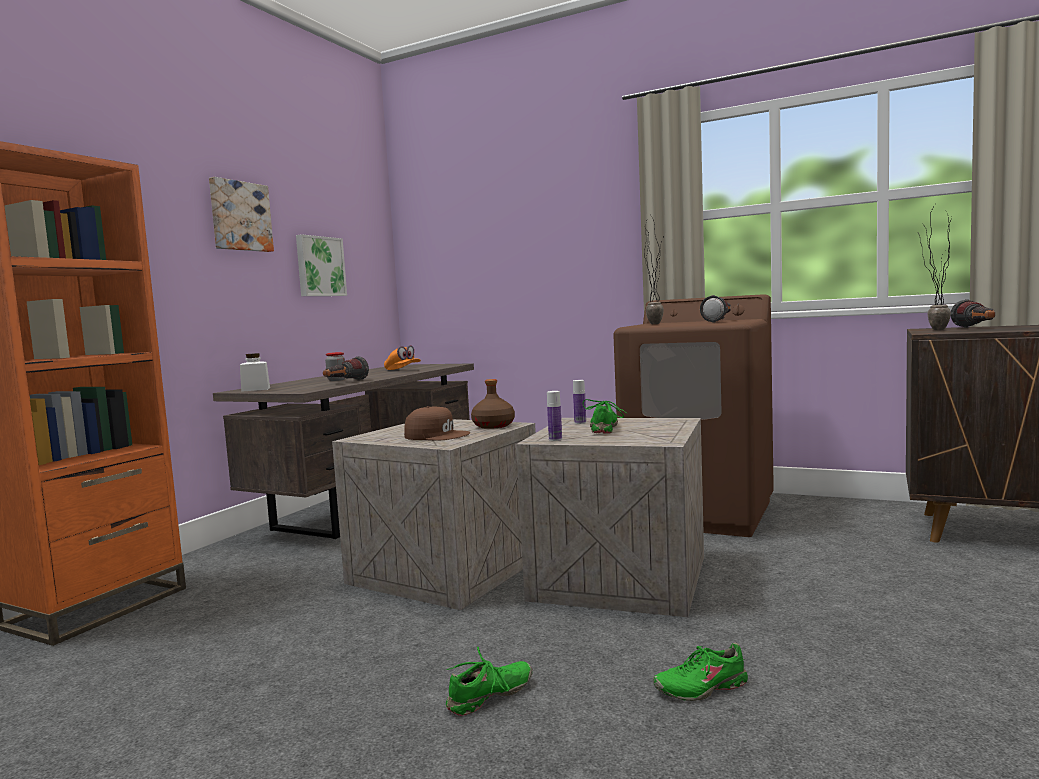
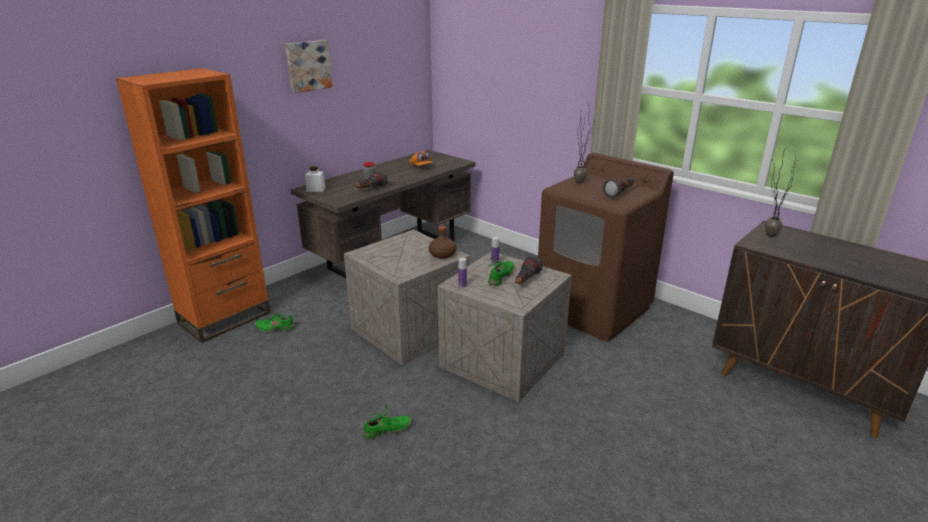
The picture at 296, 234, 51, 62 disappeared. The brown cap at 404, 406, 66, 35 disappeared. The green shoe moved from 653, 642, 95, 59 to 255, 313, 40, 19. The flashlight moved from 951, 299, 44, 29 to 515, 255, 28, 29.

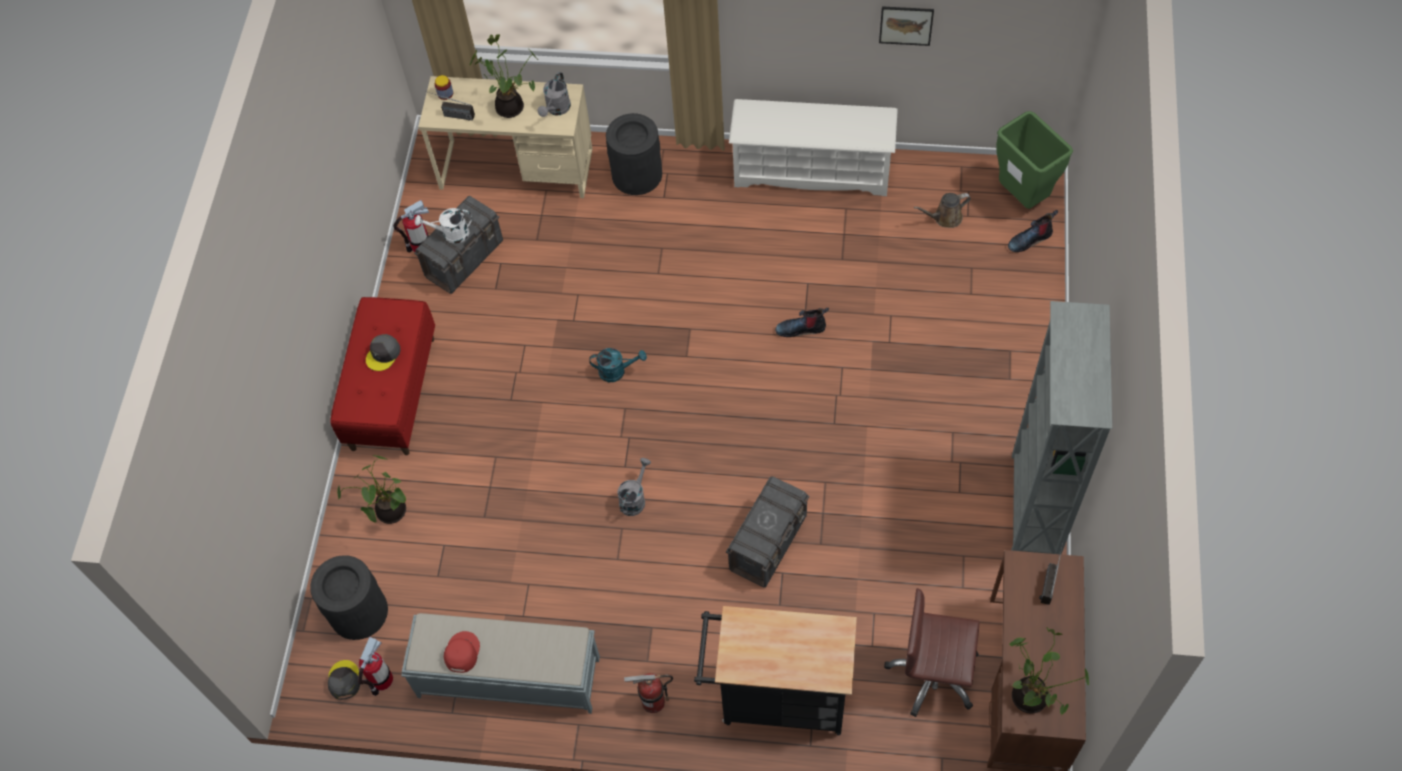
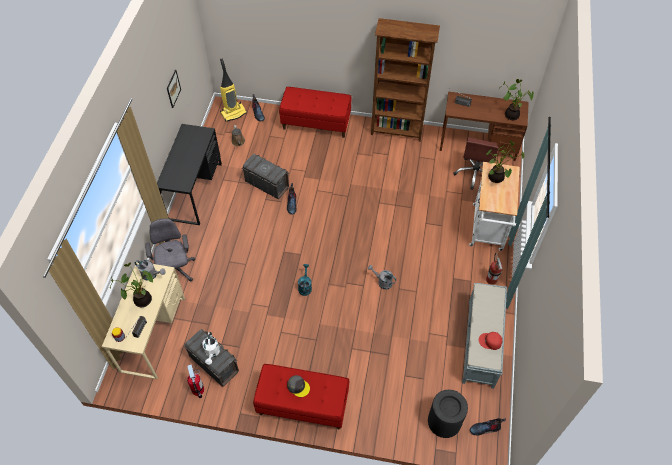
The fire extinguisher at 358, 637, 35, 59 disappeared. The red bench at 279, 87, 73, 51 appeared. The potted plant moved from 337, 455, 69, 69 to 486, 140, 39, 43. The grey storage box moved from 726, 476, 84, 112 to 242, 154, 47, 45. The grey cap at 328, 660, 32, 40 was replaced by the boot at 470, 418, 36, 17. The black trash can at 606, 113, 56, 82 was replaced by the grey office chair at 145, 218, 50, 63. The white shoe rack at 729, 99, 169, 97 was replaced by the black desk at 157, 124, 65, 101. The green trash can at 996, 111, 77, 98 was replaced by the vacuum cleaner at 220, 59, 27, 62. The black cart at 694, 606, 163, 129 became the white cart at 469, 162, 51, 89. The grey bookcase at 1011, 301, 101, 253 became the brown bookcase at 371, 18, 69, 124.

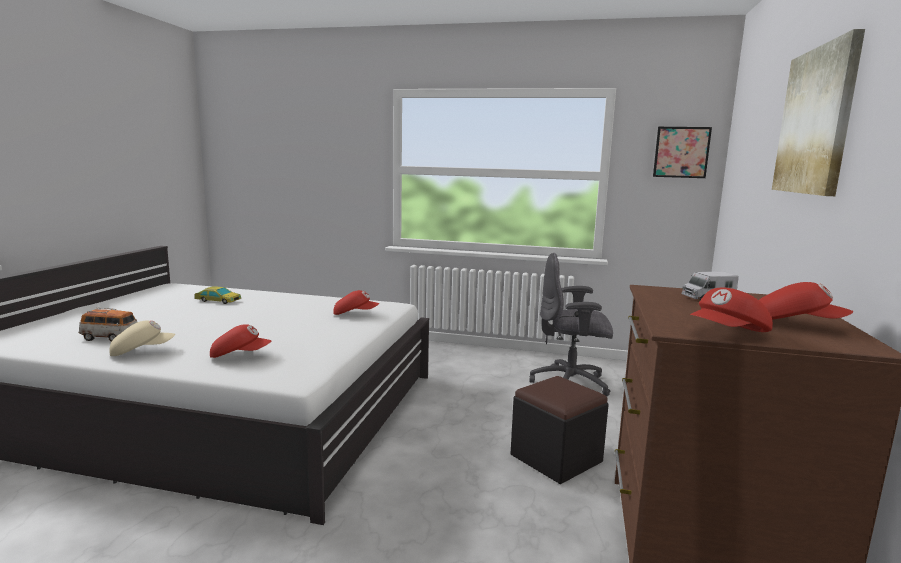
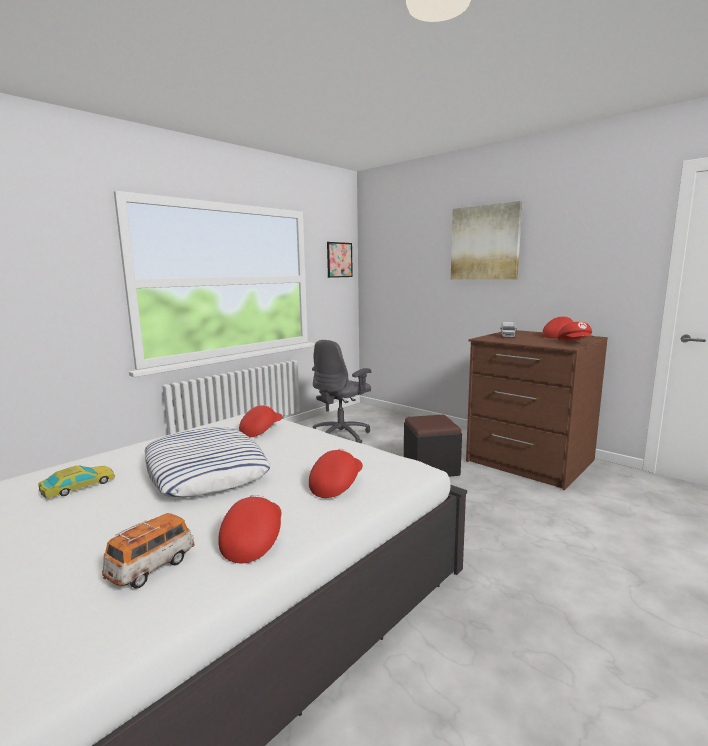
The pillow at 144, 427, 127, 70 appeared. The beige cap at 109, 321, 66, 35 became the red cap at 218, 495, 64, 68.

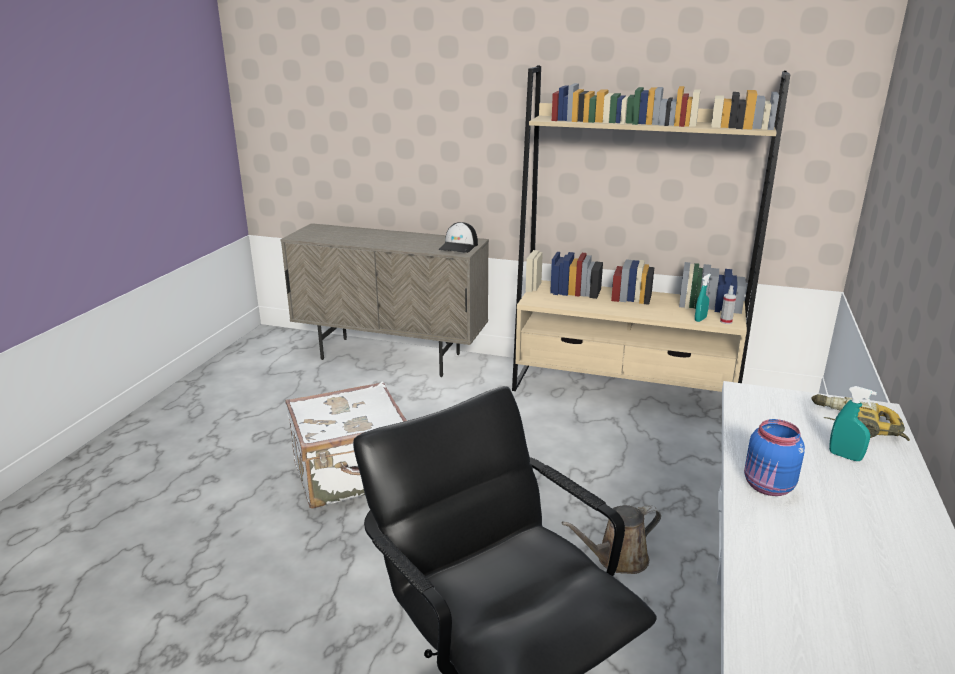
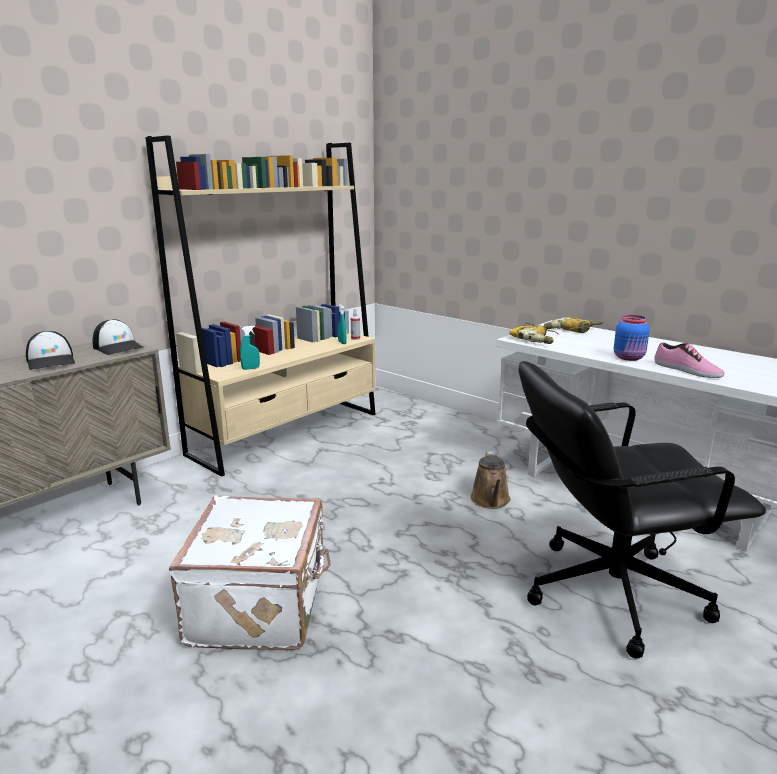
The cap at 26, 331, 49, 39 appeared. The power drill at 509, 323, 51, 21 appeared. The shoe at 654, 342, 71, 36 appeared. The turquoise spray bottle moved from 829, 386, 48, 75 to 240, 326, 20, 44.

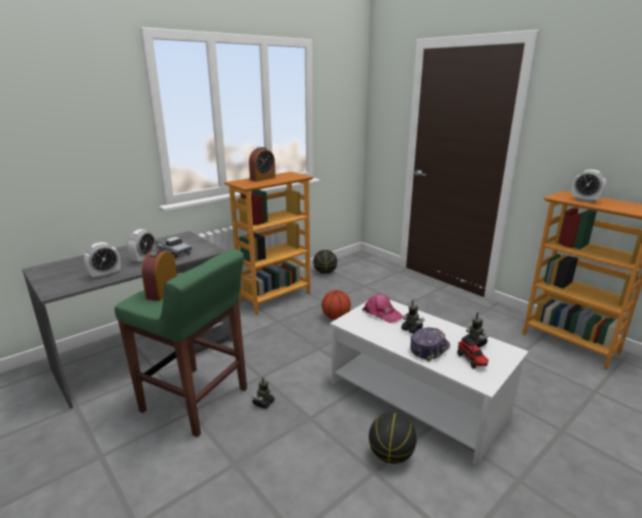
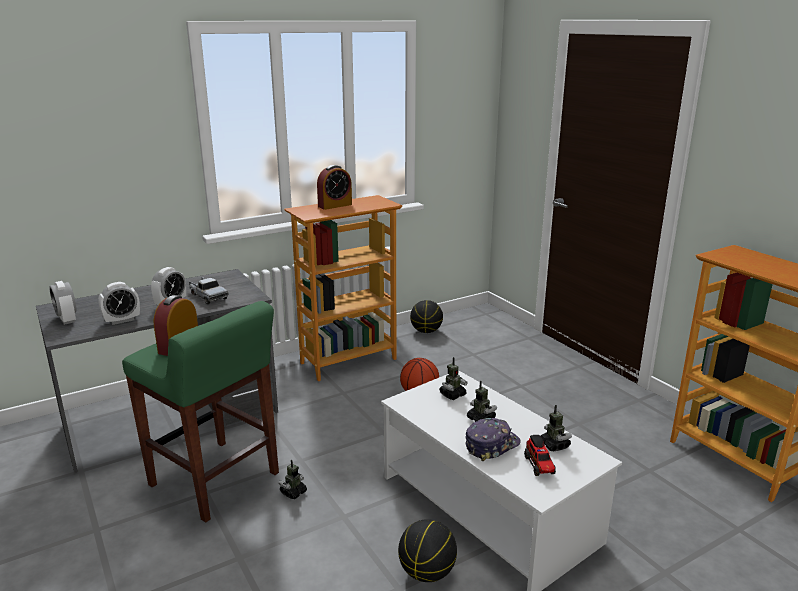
The alarm clock moved from 571, 169, 35, 34 to 50, 281, 27, 44. The pink cap at 362, 294, 42, 29 was replaced by the toy robot at 439, 357, 29, 43.

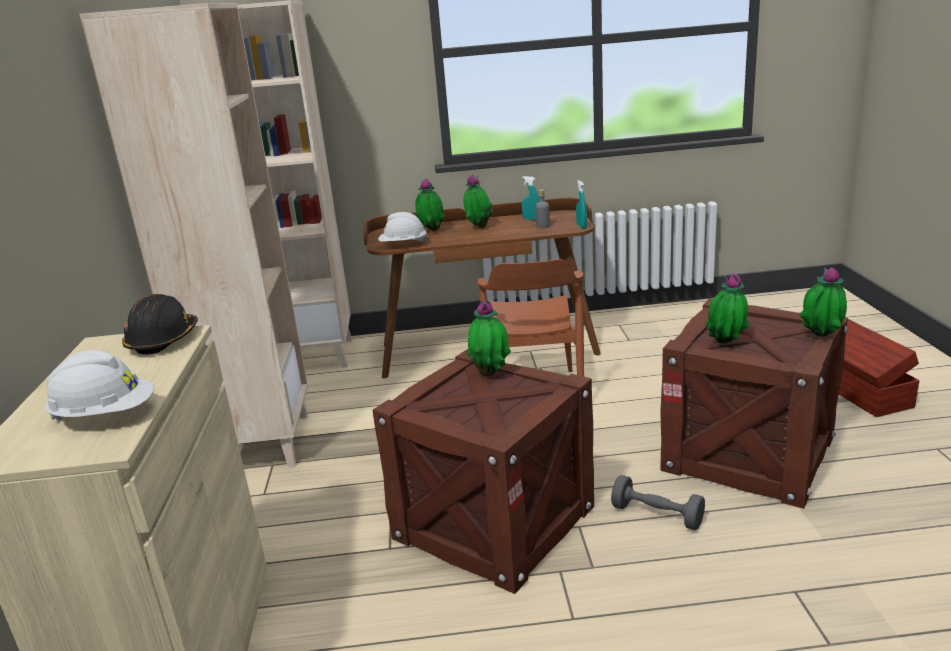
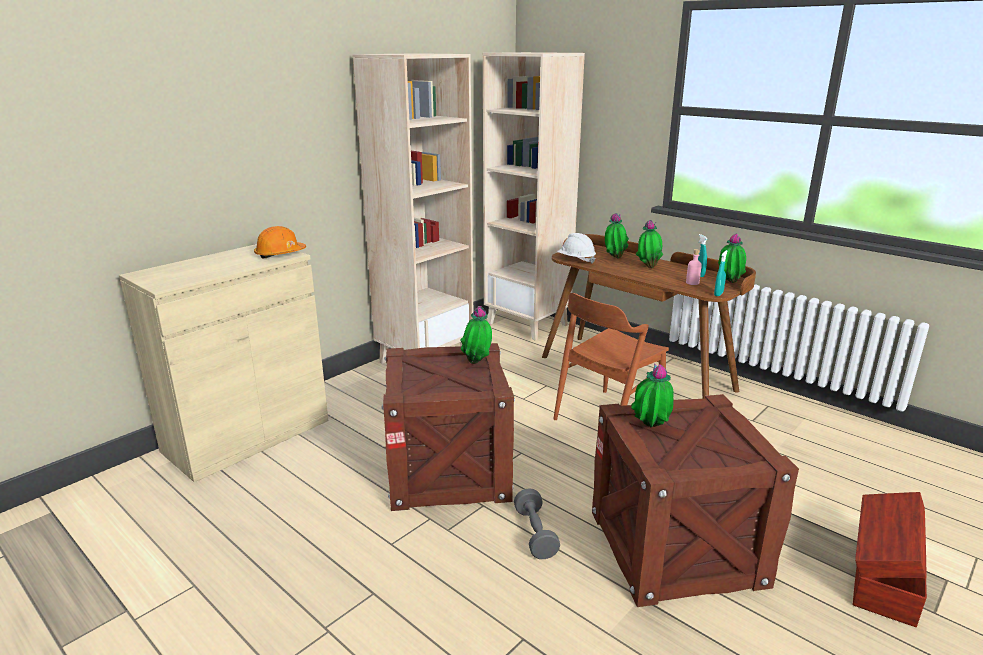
The white hard hat at 45, 350, 109, 71 disappeared. The potted plant moved from 799, 267, 48, 70 to 718, 233, 28, 50. The black hard hat at 122, 294, 76, 61 became the orange hard hat at 254, 226, 52, 33. The grey bottle at 535, 190, 15, 38 became the pink bottle at 686, 249, 16, 36.

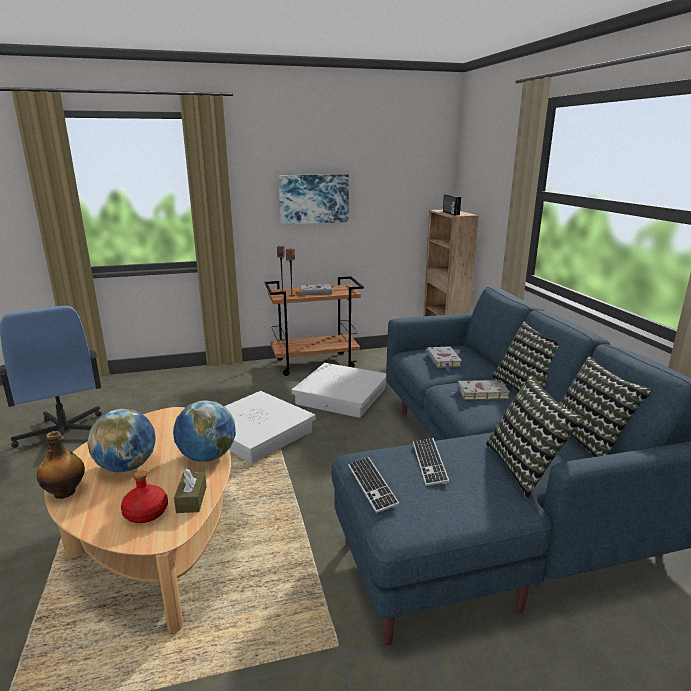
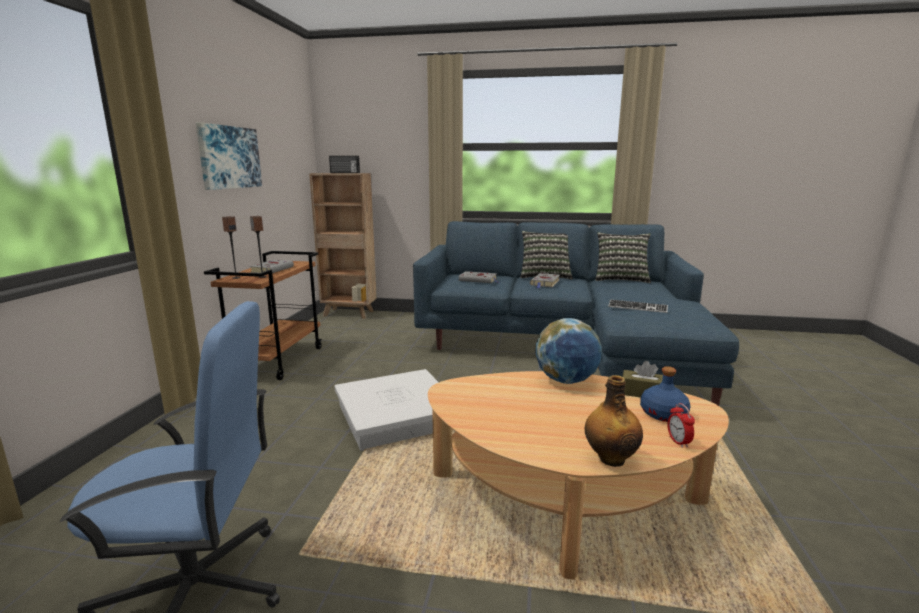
The globe at 87, 409, 69, 63 disappeared. The white storage box at 292, 363, 94, 55 disappeared. The keyboard at 348, 457, 51, 56 disappeared. The pillow at 486, 376, 98, 122 disappeared. The alarm clock at 667, 403, 28, 45 appeared. The red bottle at 121, 470, 47, 53 became the blue bottle at 640, 366, 51, 56.

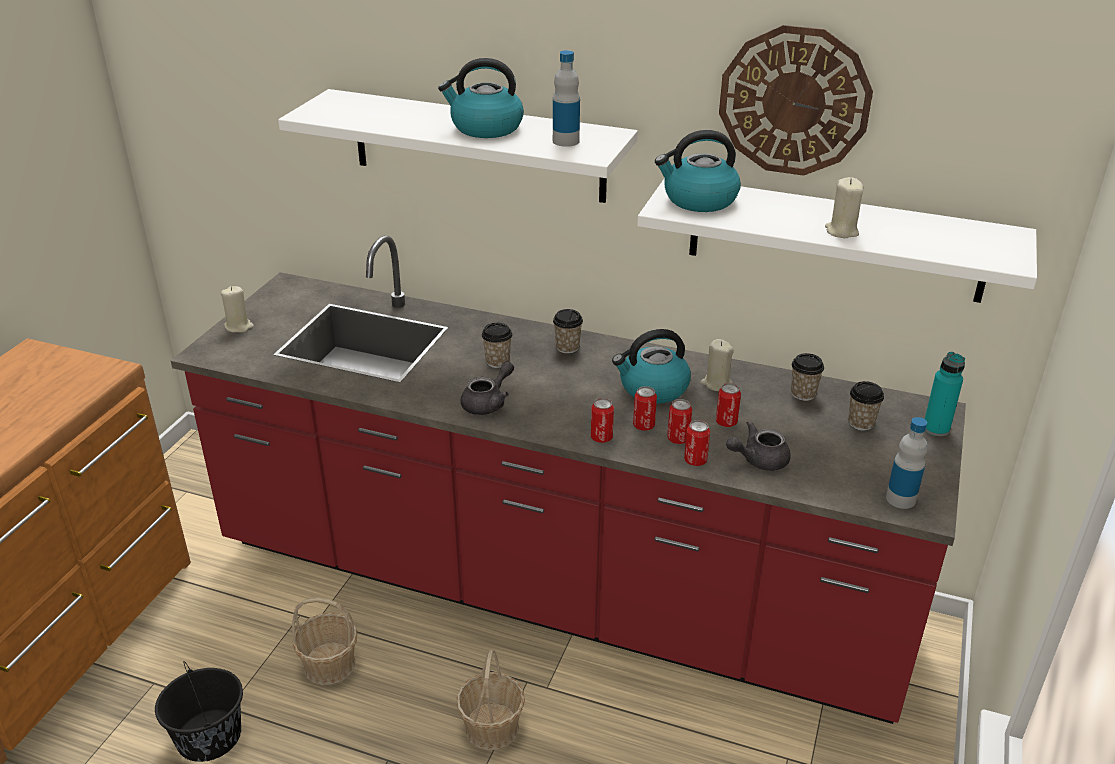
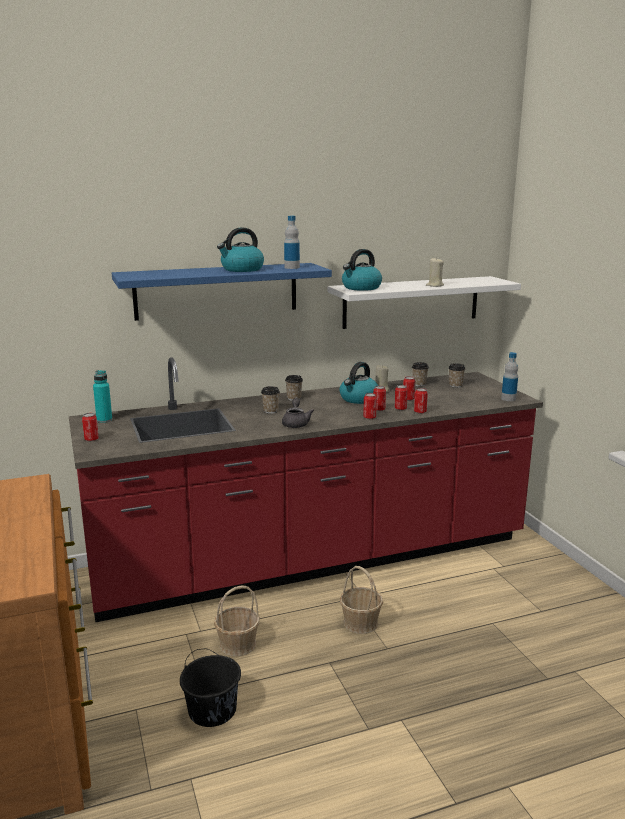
The wall clock at 719, 25, 154, 151 disappeared. The grey teapot at 726, 421, 65, 50 disappeared. The turquoise bottle moved from 925, 352, 40, 84 to 93, 370, 19, 53. The beige candle at 221, 286, 33, 47 was replaced by the can at 82, 413, 17, 28. The white shelf at 278, 89, 360, 114 became the blue shelf at 112, 263, 220, 58.

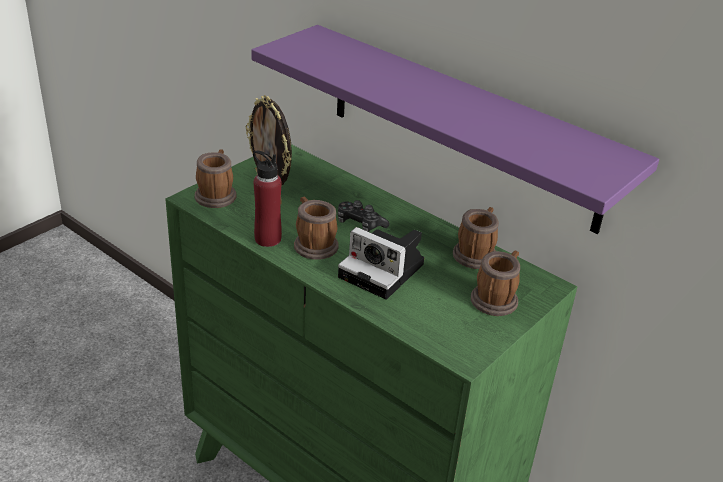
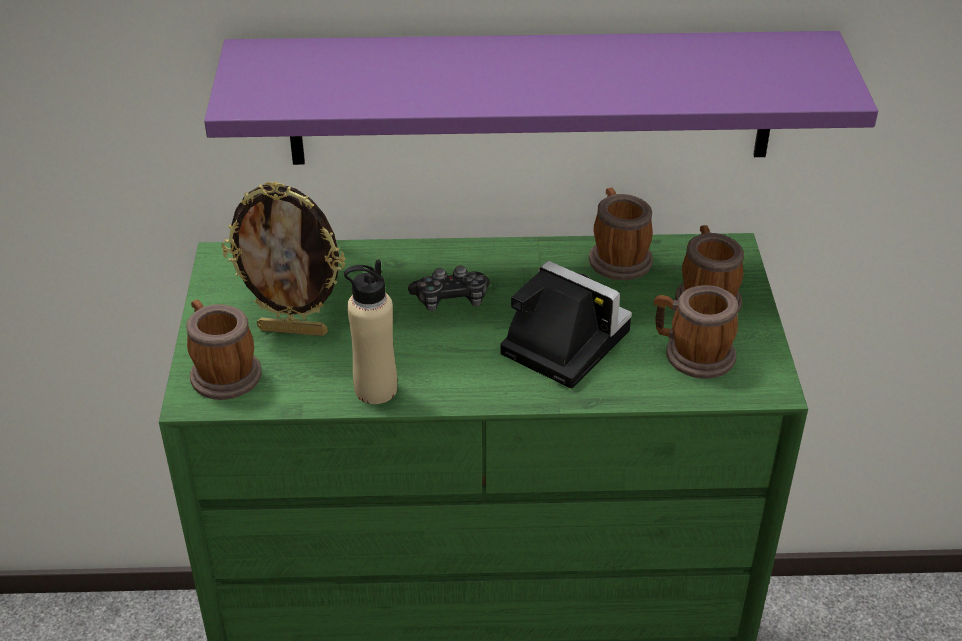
The mug moved from 294, 197, 44, 63 to 654, 285, 84, 94. The red bottle at 253, 150, 29, 97 became the beige bottle at 344, 260, 53, 144. The photo camera at 338, 227, 86, 72 turned 135 degrees counterclockwise.

